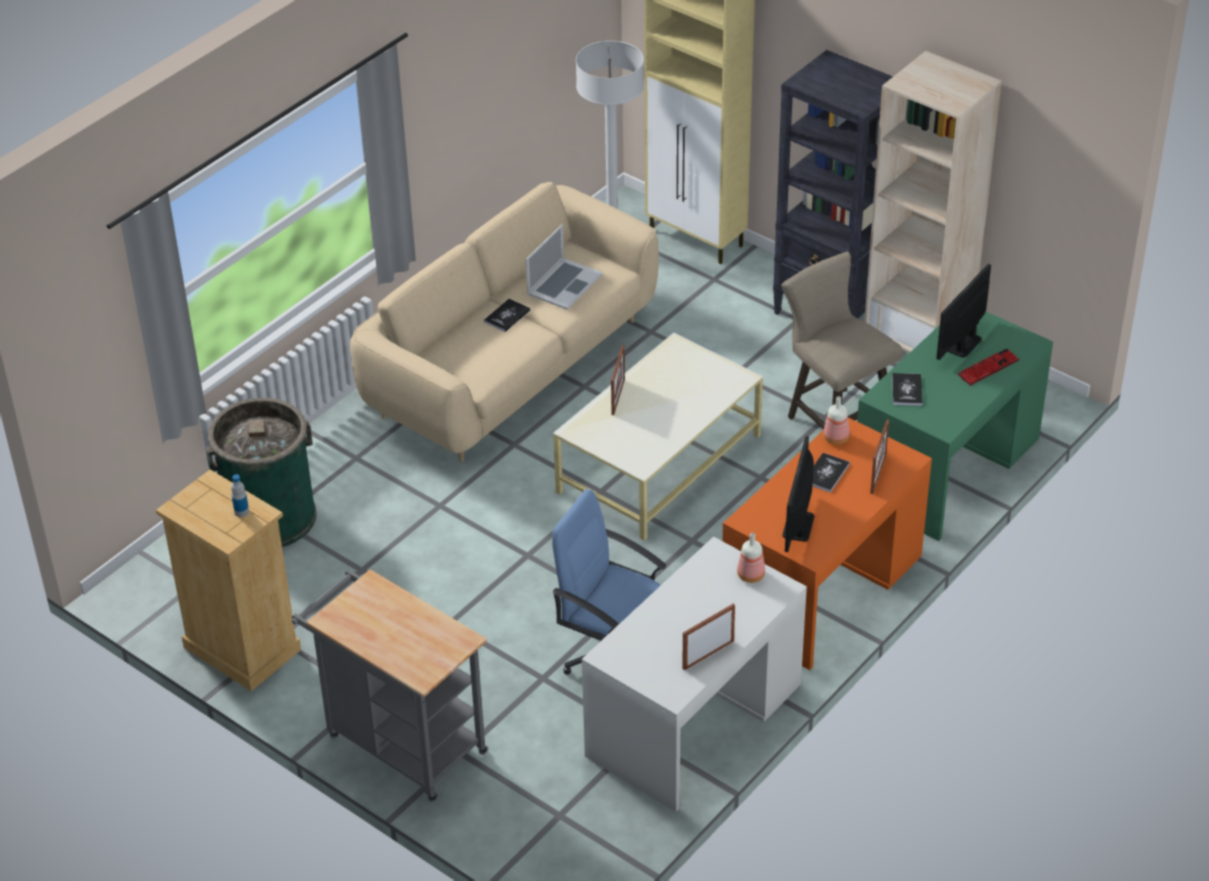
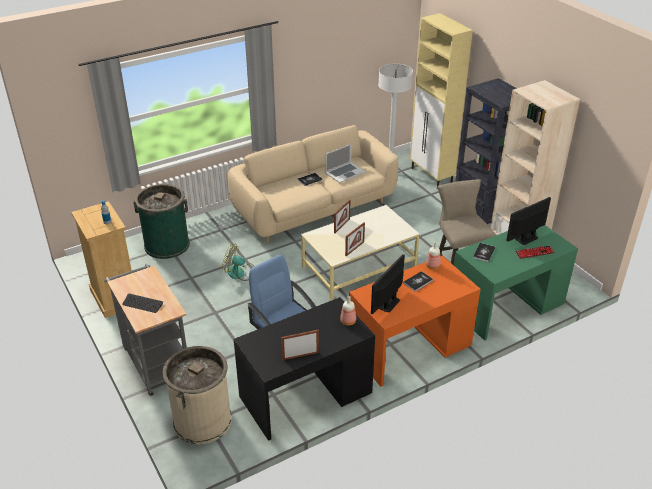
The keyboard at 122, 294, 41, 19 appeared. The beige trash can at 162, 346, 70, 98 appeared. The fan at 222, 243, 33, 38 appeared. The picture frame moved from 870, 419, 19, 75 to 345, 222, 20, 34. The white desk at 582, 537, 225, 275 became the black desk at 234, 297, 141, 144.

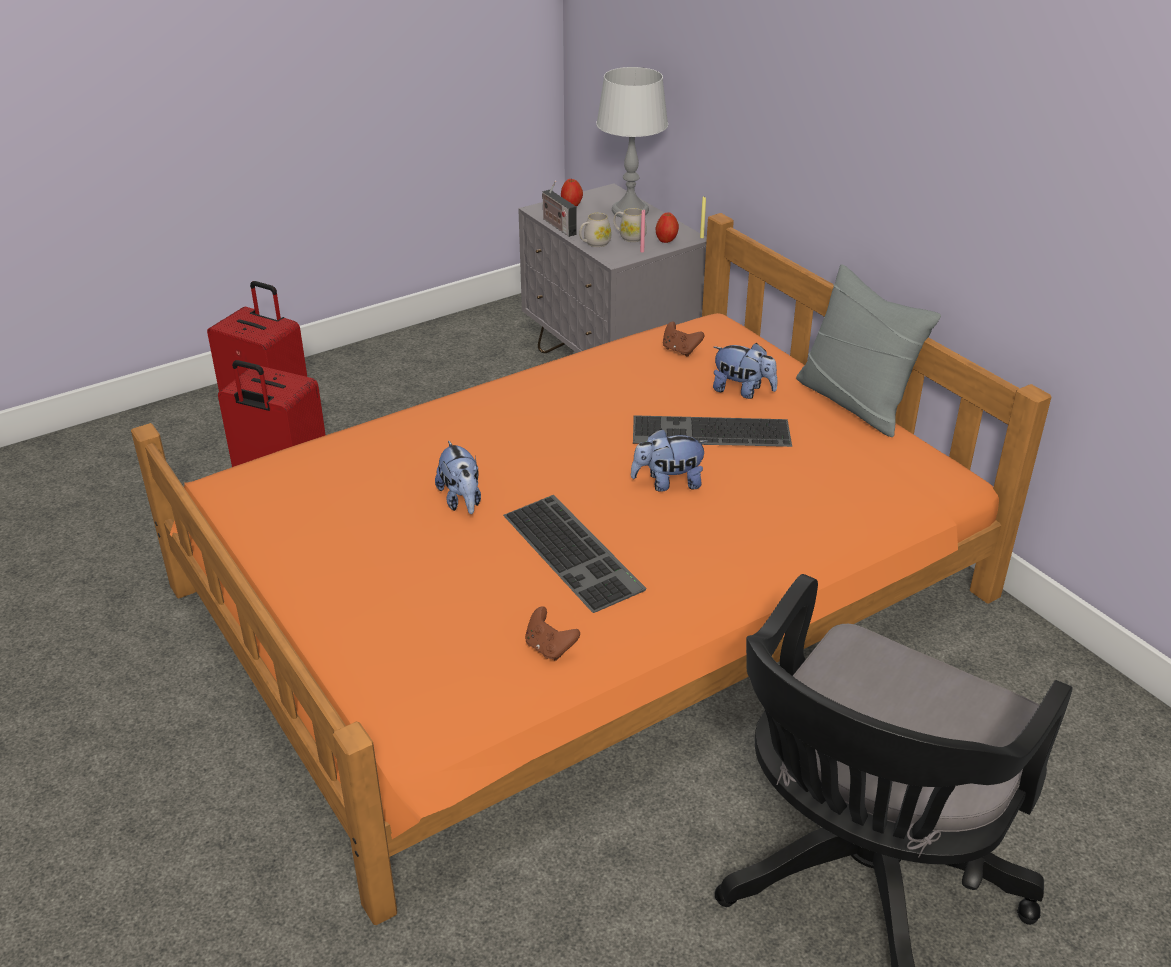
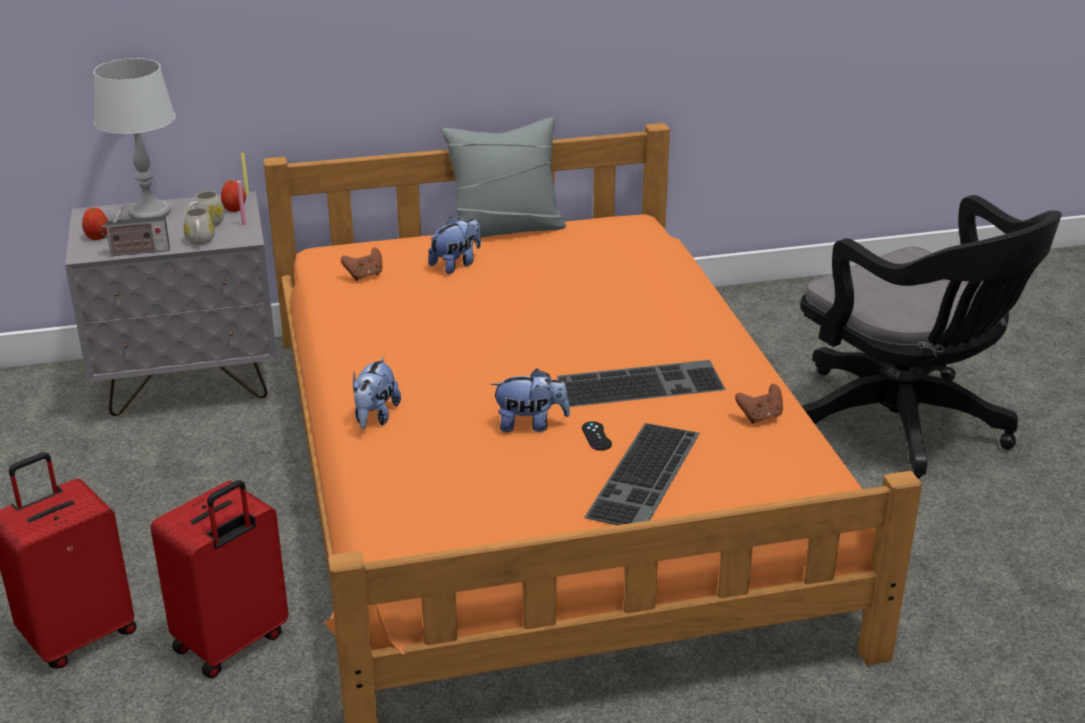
The black game controller at 582, 421, 30, 30 appeared. The plush toy moved from 631, 429, 78, 63 to 353, 357, 48, 72. The keyboard moved from 633, 415, 159, 32 to 585, 423, 115, 102.

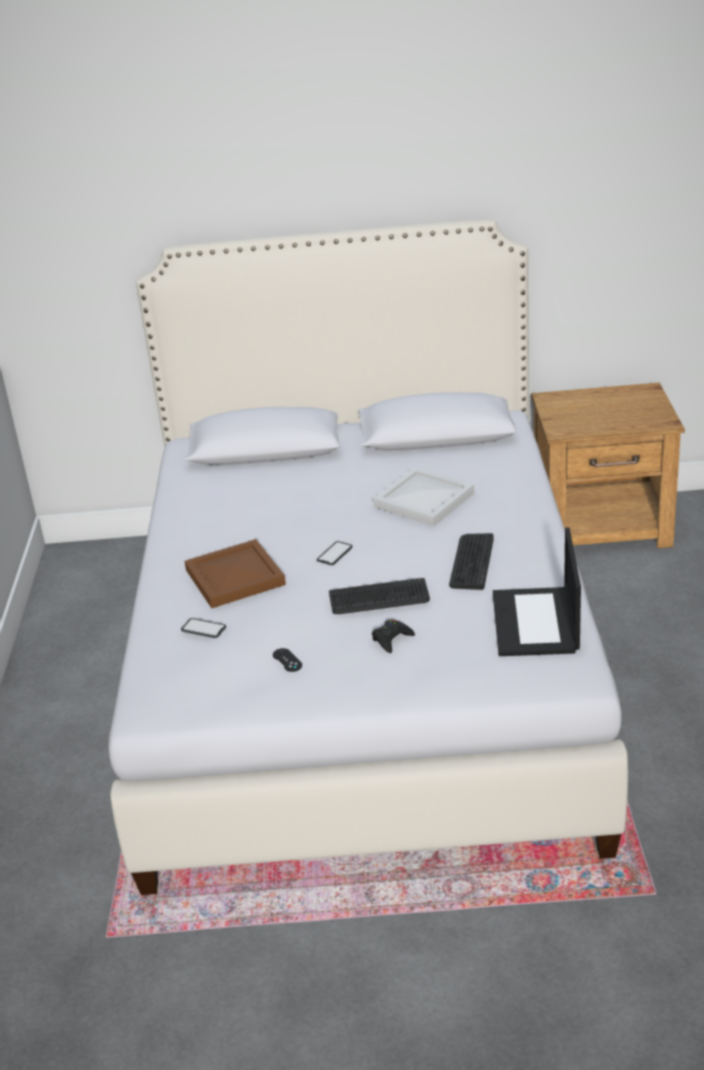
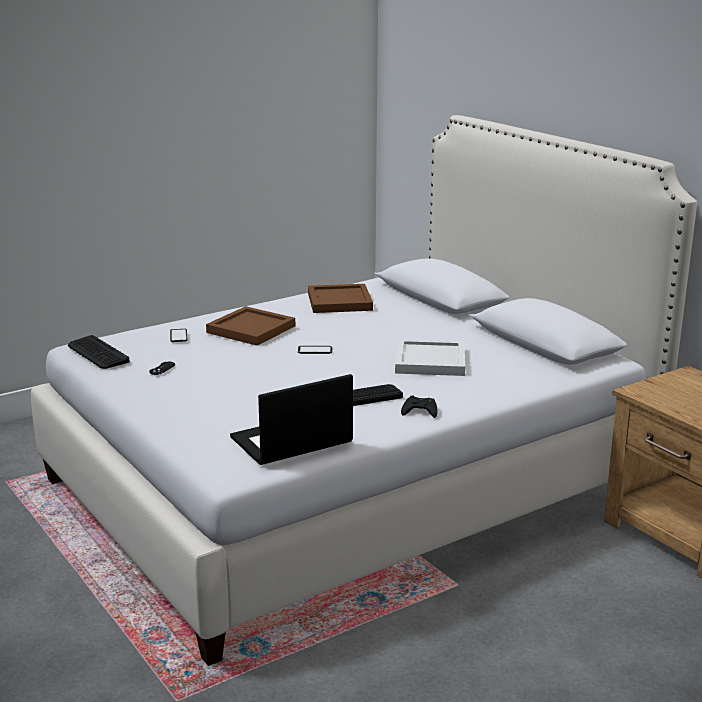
The brown tray at 308, 284, 65, 29 appeared. The keyboard moved from 329, 578, 101, 36 to 68, 335, 62, 34. The black game controller moved from 372, 619, 43, 34 to 401, 396, 37, 22.

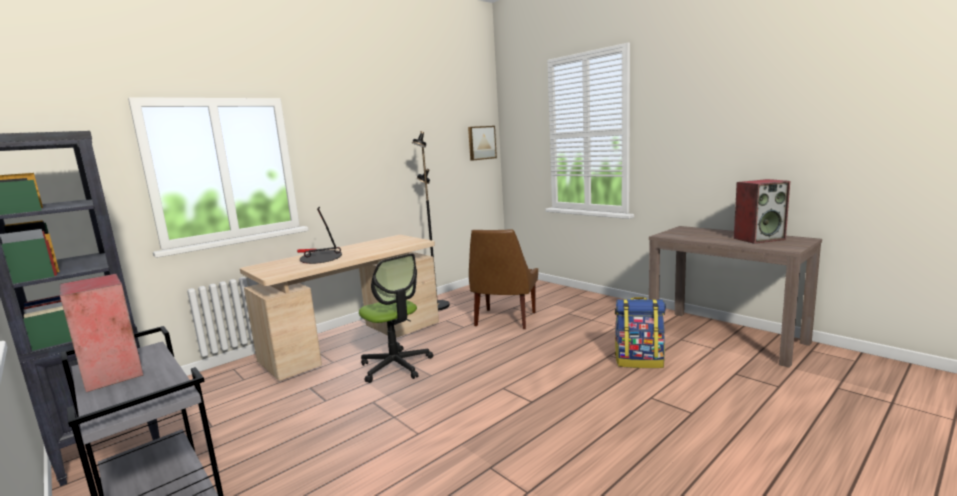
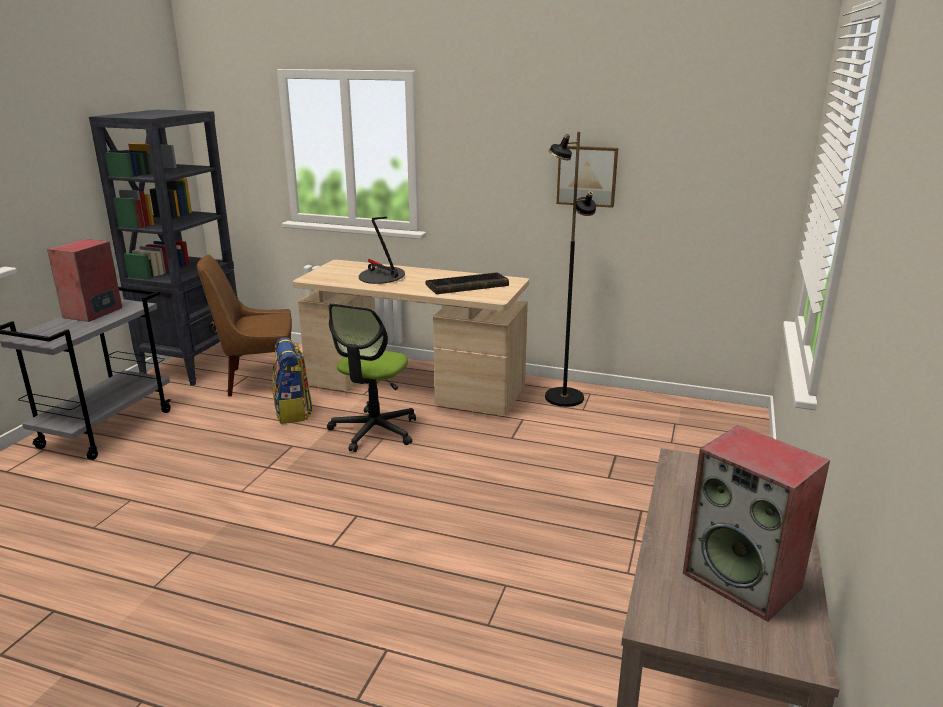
The keyboard at 425, 272, 84, 22 appeared. The picture moved from 468, 126, 29, 35 to 557, 146, 61, 62. The brown chair moved from 469, 230, 69, 99 to 197, 255, 95, 142. The backpack moved from 615, 297, 51, 71 to 272, 337, 41, 87.

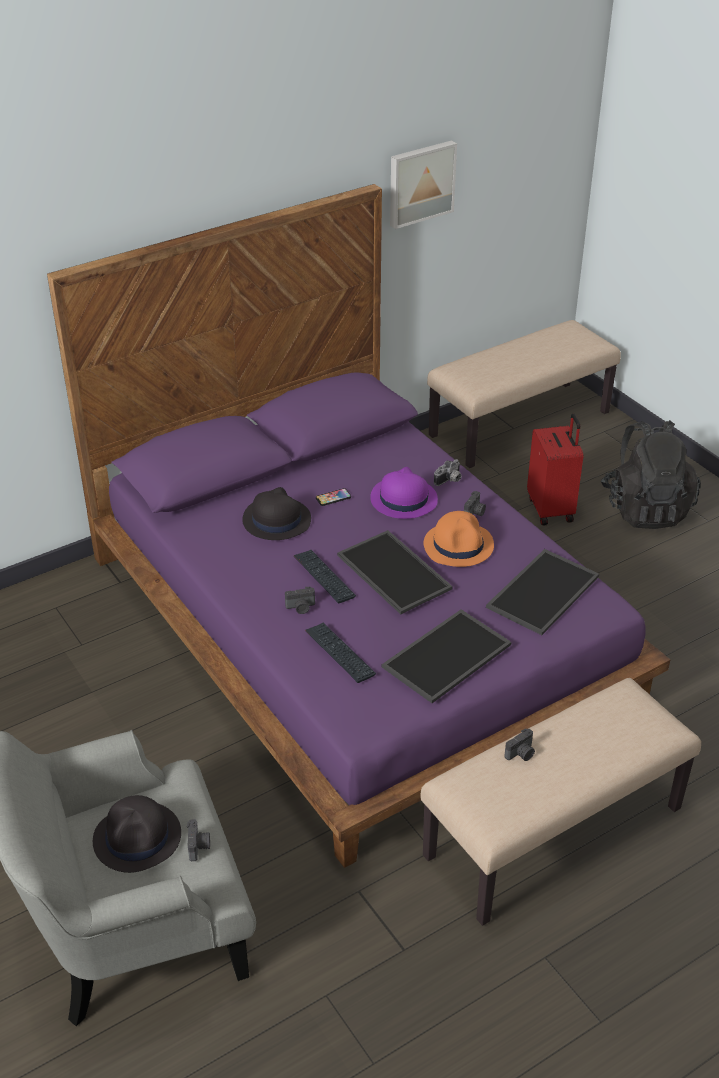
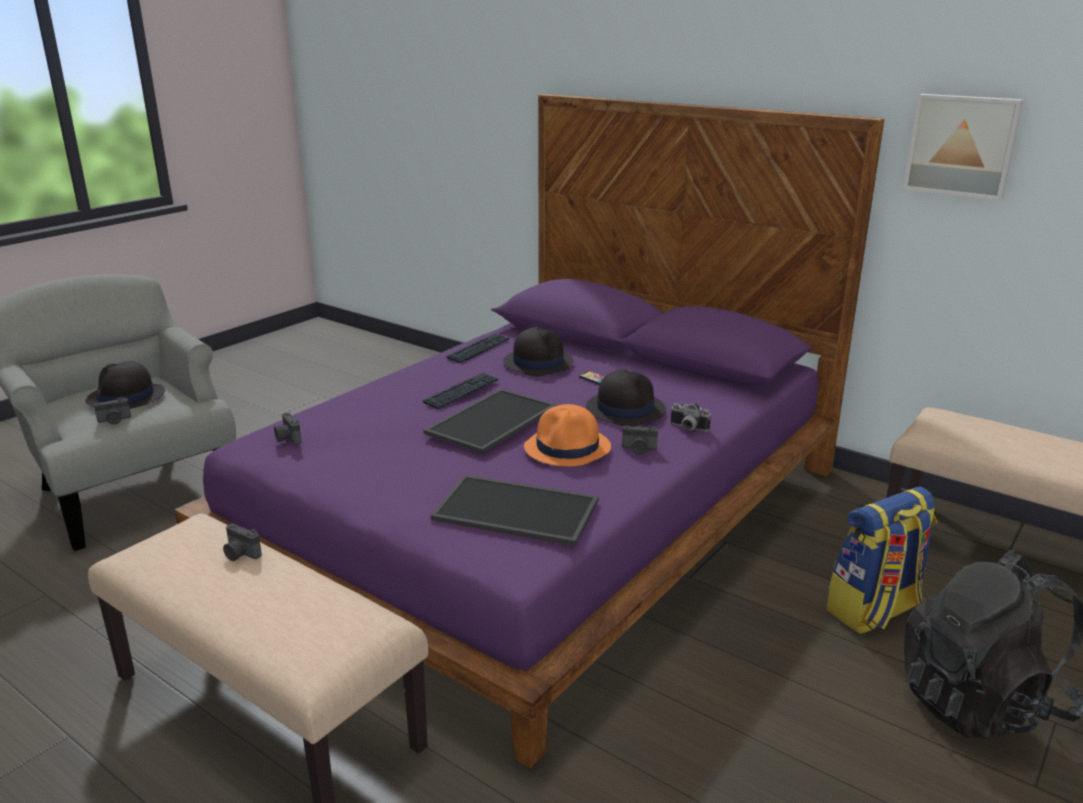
The tray at 382, 609, 130, 94 disappeared. The photo camera moved from 285, 587, 30, 27 to 274, 412, 28, 33. The keyboard moved from 305, 623, 71, 60 to 446, 333, 64, 30. The red suitcase at 527, 413, 56, 113 was replaced by the backpack at 826, 487, 111, 147. The purple hat at 370, 467, 68, 52 became the black hat at 586, 369, 80, 58.

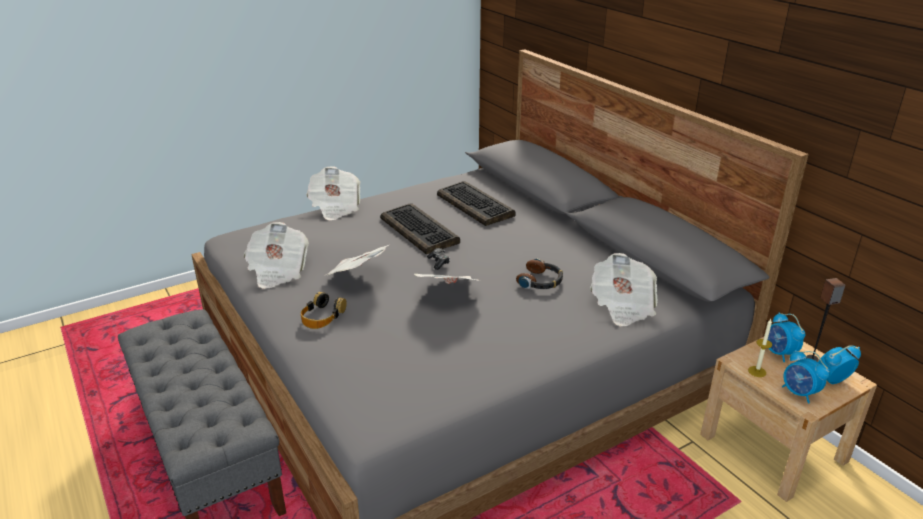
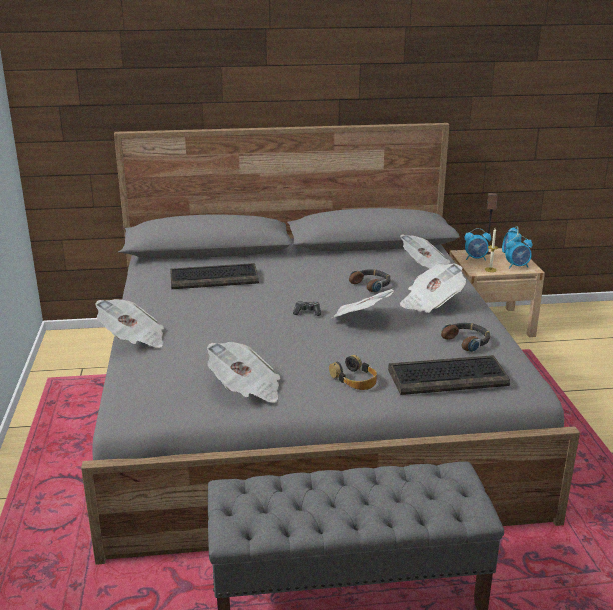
The headphones at 441, 323, 49, 29 appeared. The newspaper moved from 326, 245, 63, 30 to 400, 264, 66, 49. The keyboard moved from 380, 203, 80, 51 to 388, 355, 122, 40.

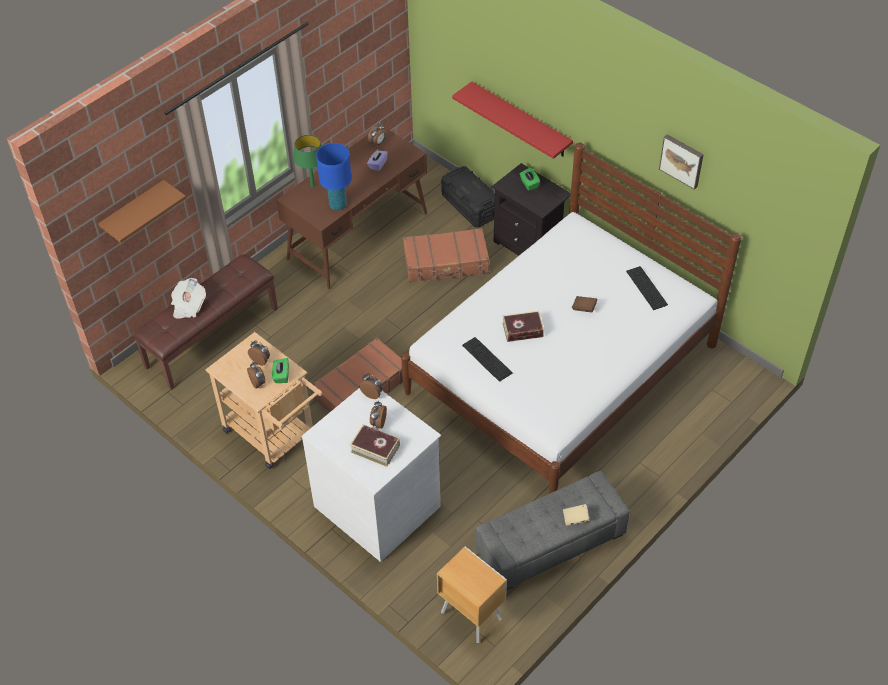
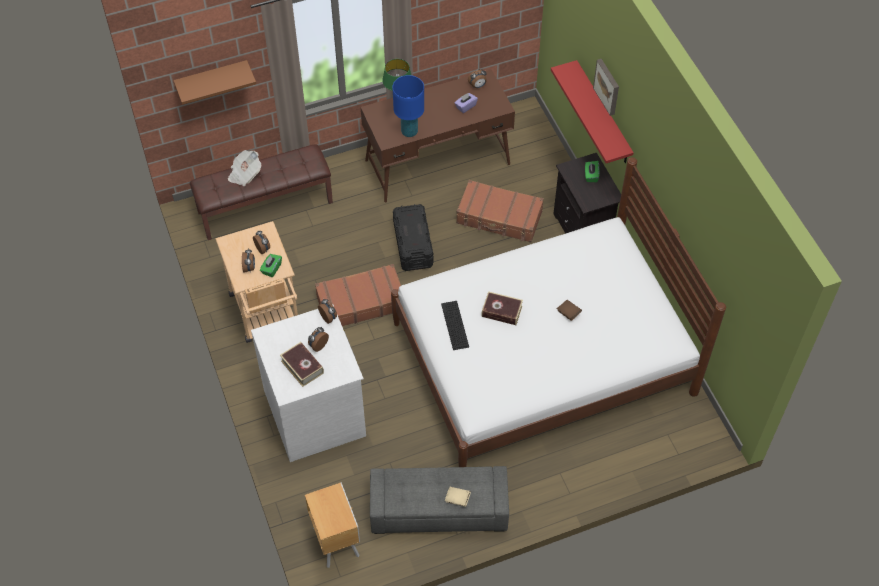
The keyboard at 626, 266, 42, 44 disappeared. The black storage box moved from 441, 166, 54, 62 to 393, 204, 40, 67. The picture moved from 659, 134, 45, 56 to 593, 59, 26, 57.

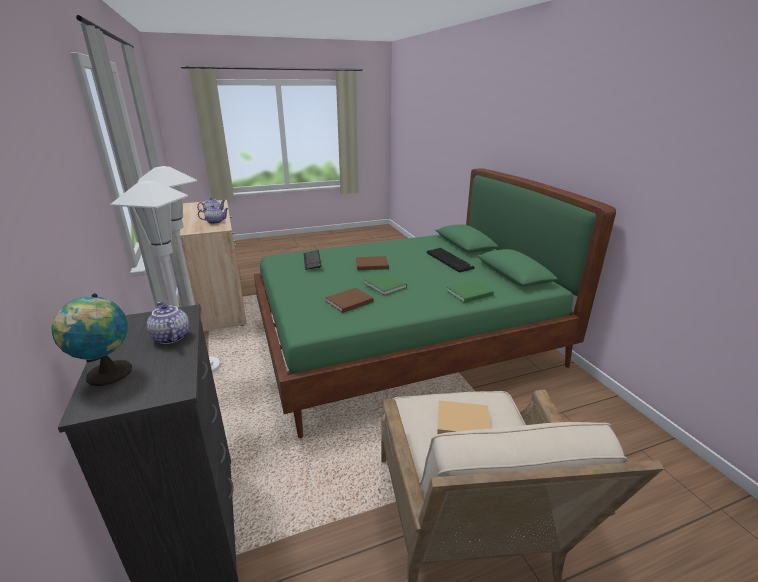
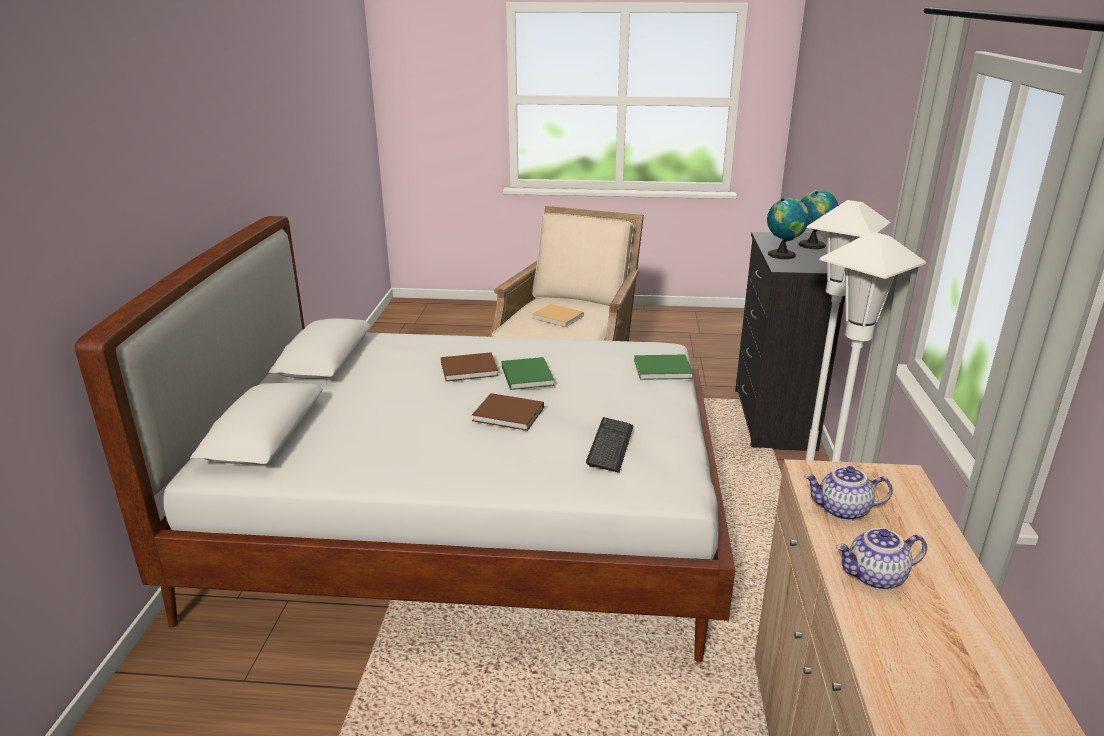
The keyboard at 427, 248, 47, 25 disappeared. The brown book moved from 325, 288, 49, 25 to 441, 352, 58, 29. The green book moved from 447, 281, 47, 22 to 634, 355, 59, 25. The teapot at 147, 302, 42, 42 was replaced by the globe at 767, 198, 42, 61. The green bed at 254, 168, 362, 270 became the white bed at 75, 216, 660, 447.

